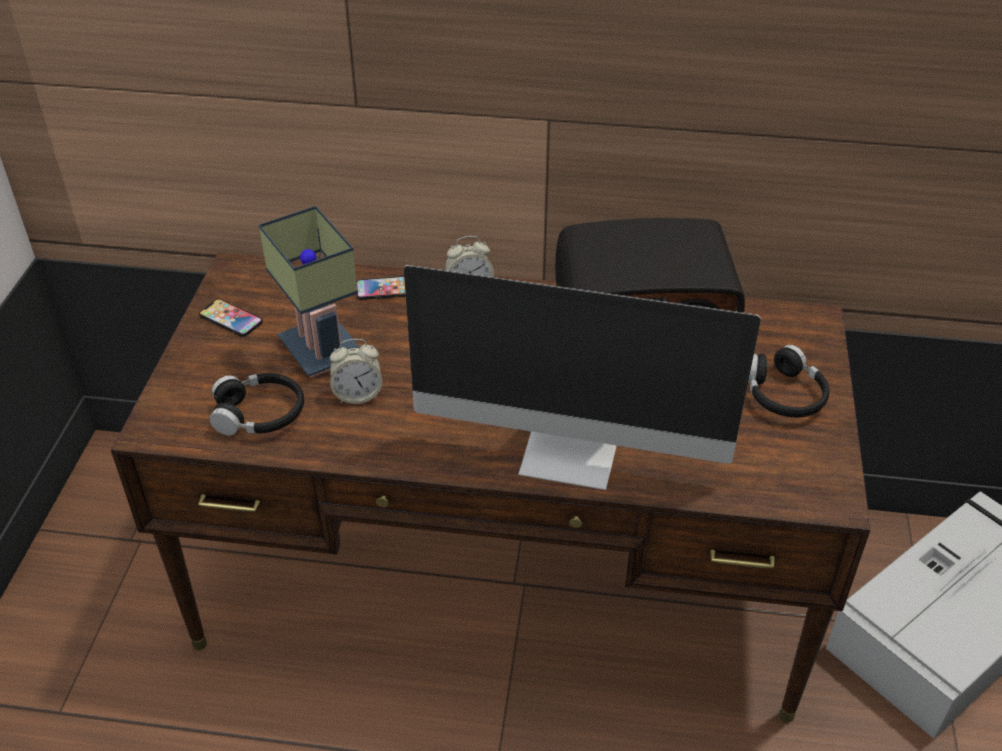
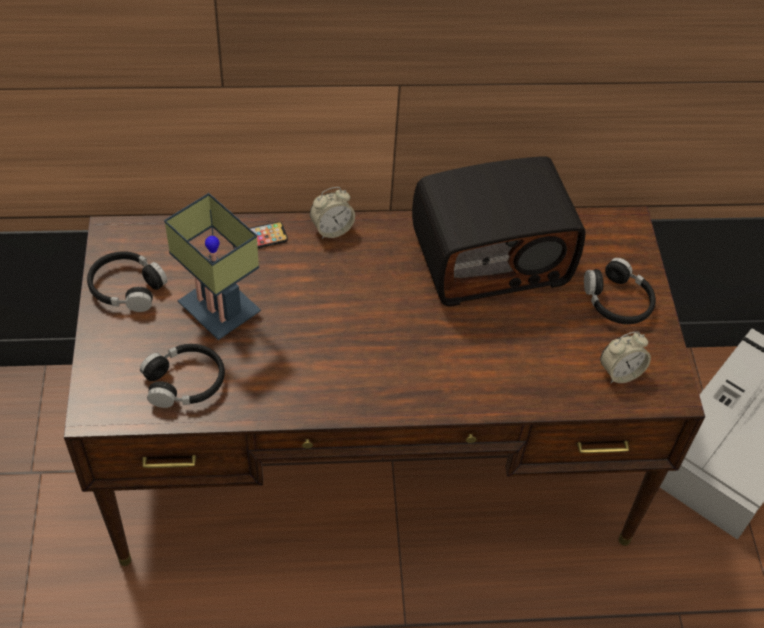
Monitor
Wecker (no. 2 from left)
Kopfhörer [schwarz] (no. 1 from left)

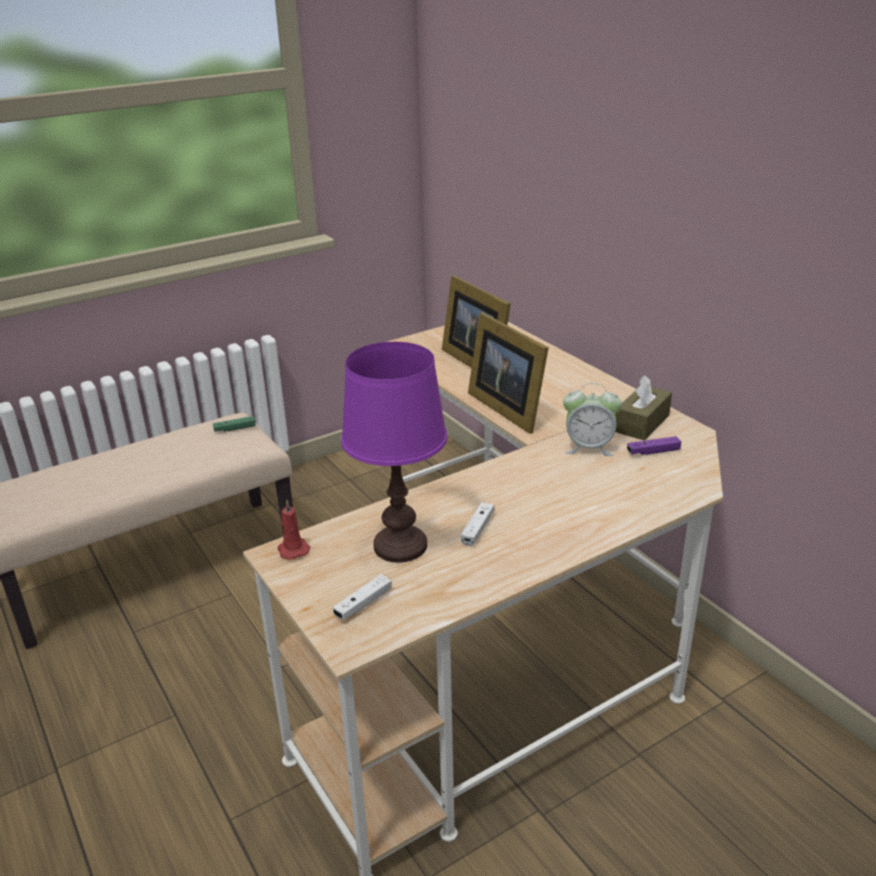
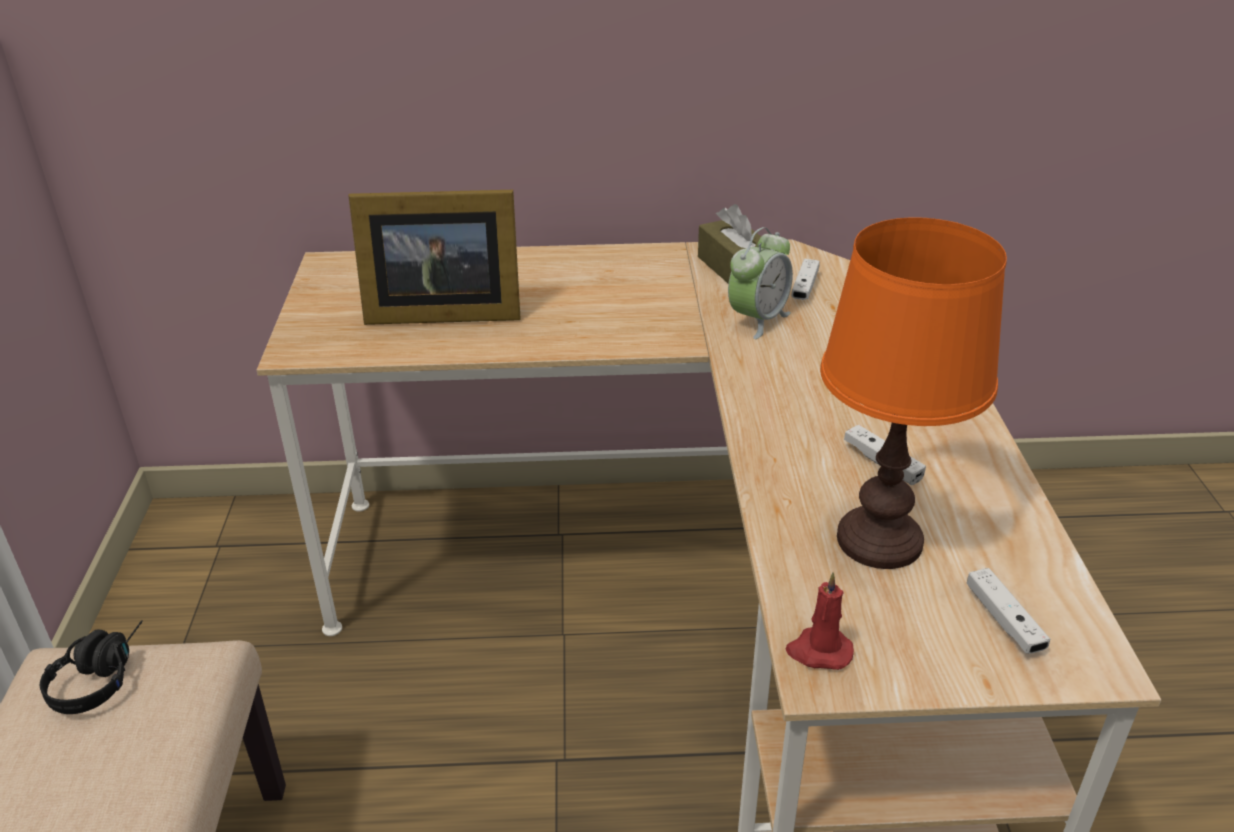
Bilderrahmen (no. 2 from left in the first image)
Kopfhörer [schwarz]
Tischlampe [orange]
Gamepad [weiß] (no. 1 from left)

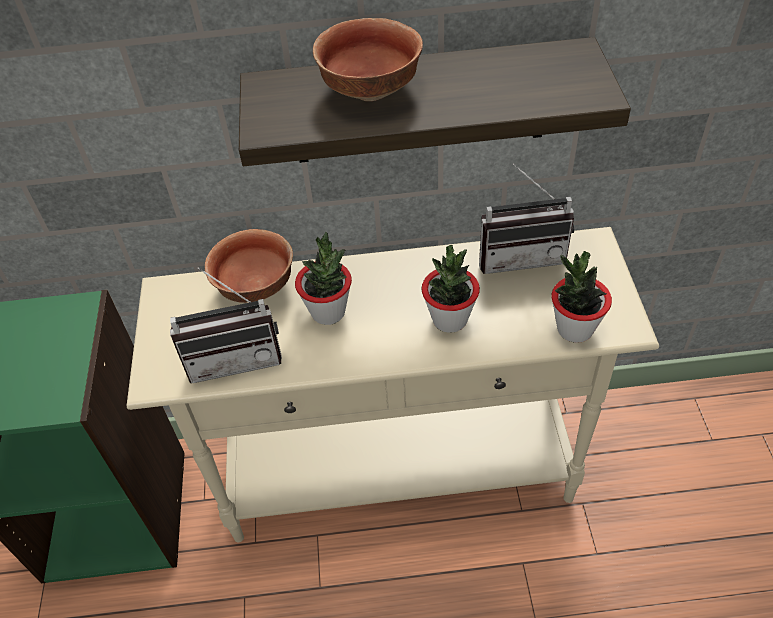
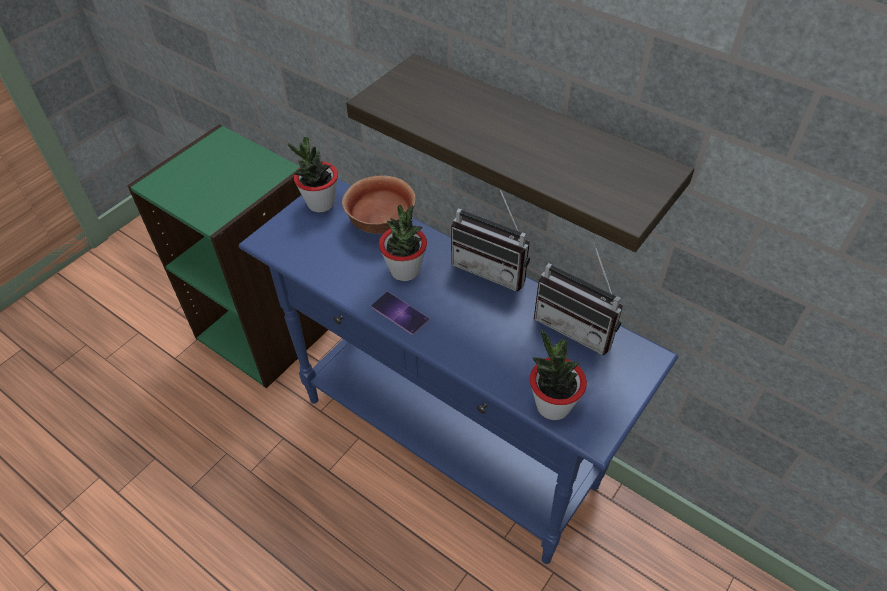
Schüssel (no. 2 from left in the first image)
Handy
Radio (no. 1 from left)
Topfpflanze (no. 1 from left)
Konsolentisch [blau]

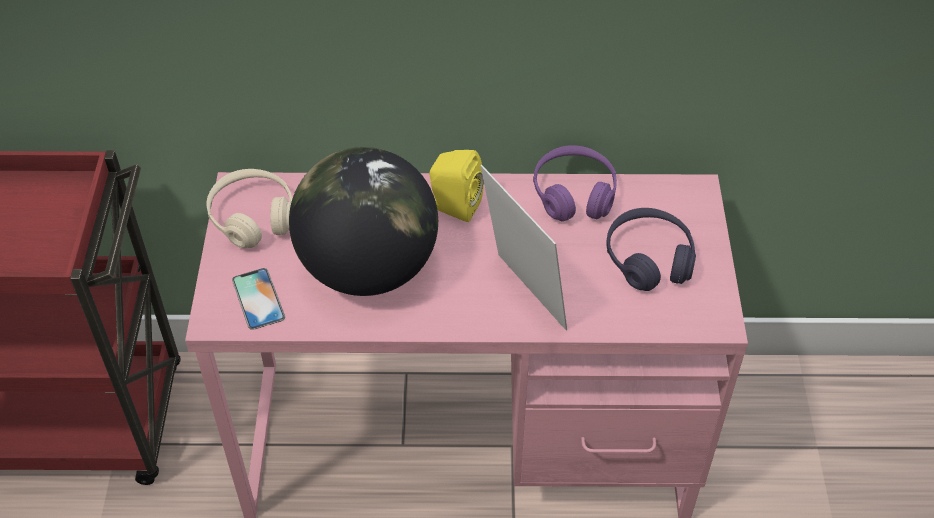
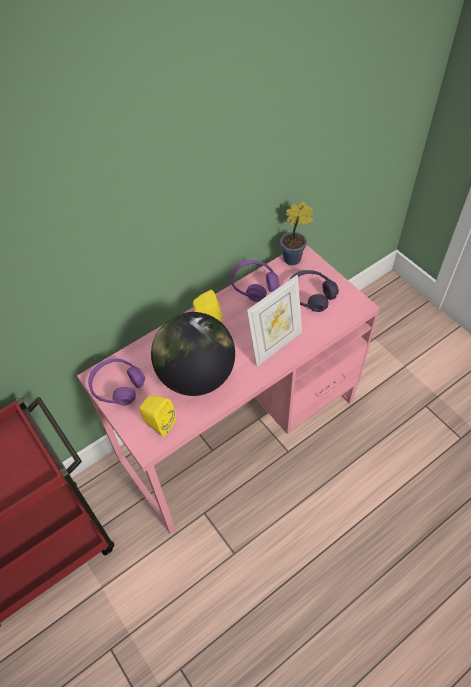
Topfpflanze
Lautsprecher [gelb] (no. 1 from left)
Kopfhörer [lila] (no. 1 from left)
Bilderrahmen

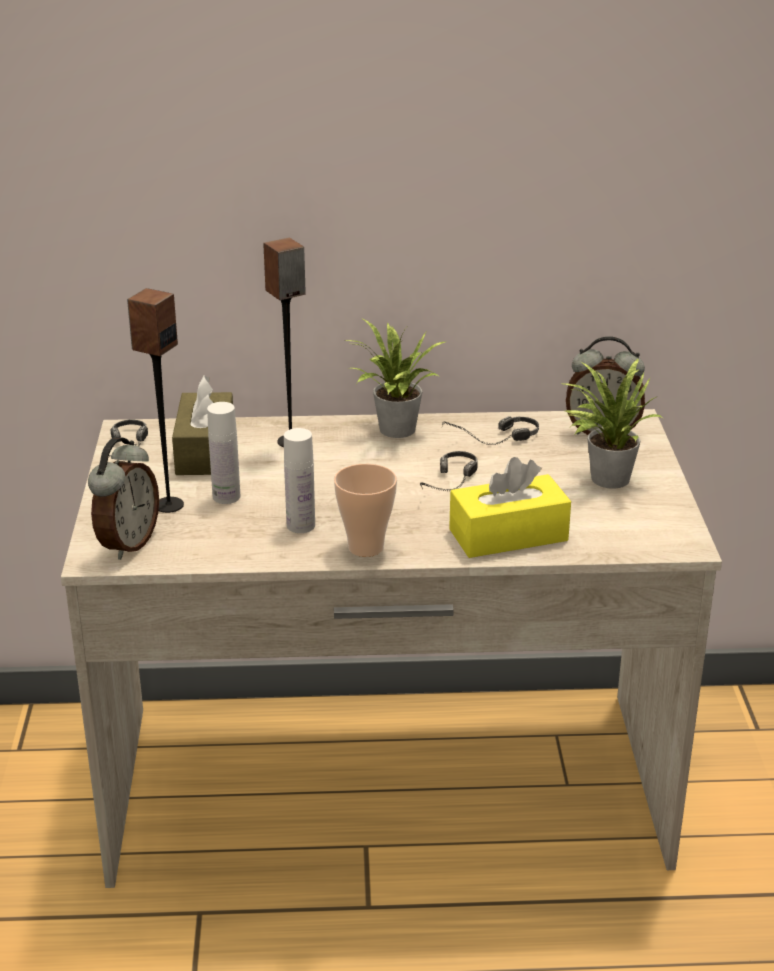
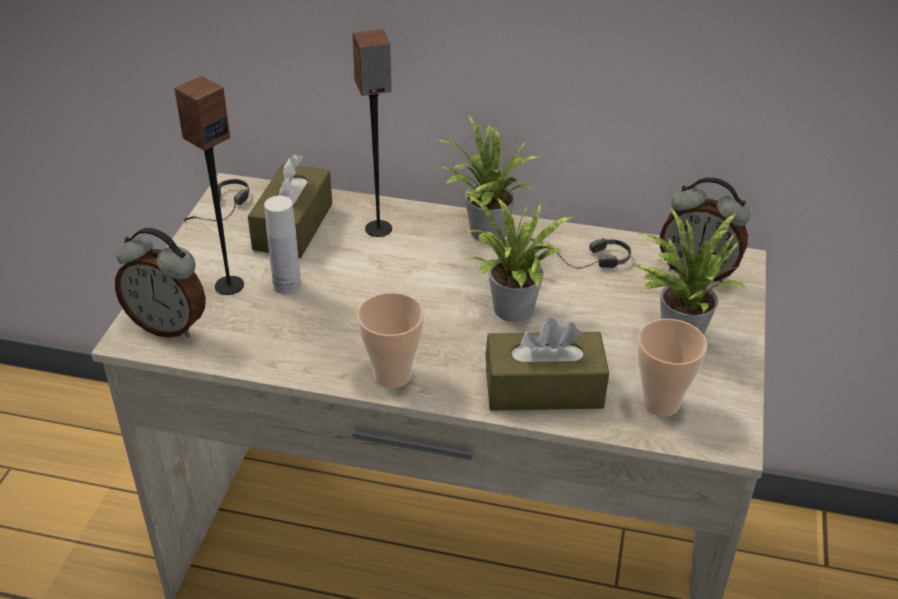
Flasche [weiß] (no. 2 from left in the first image)
Tasse (no. 2 from left)
Topfpflanze (no. 2 from left)
Taschentuchbox [braun] (no. 2 from left)
Wecker (no. 1 from left)

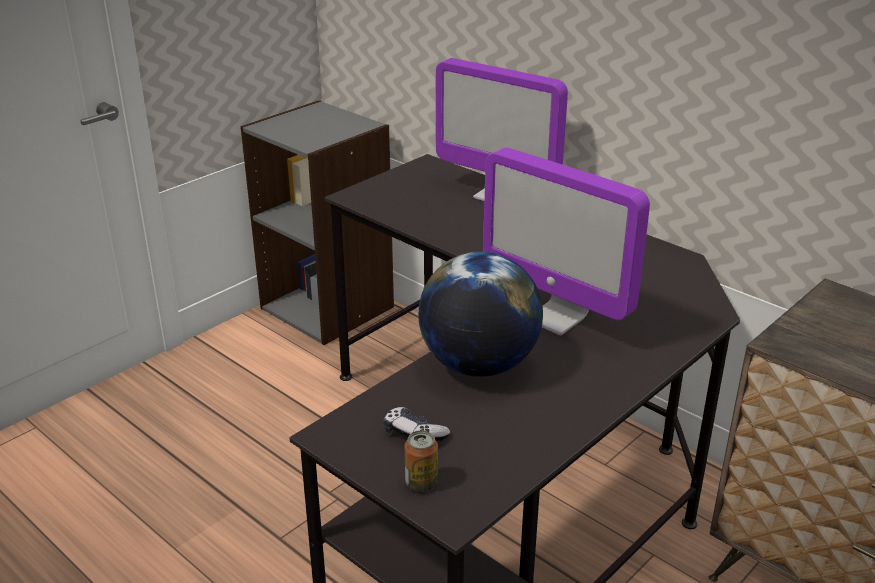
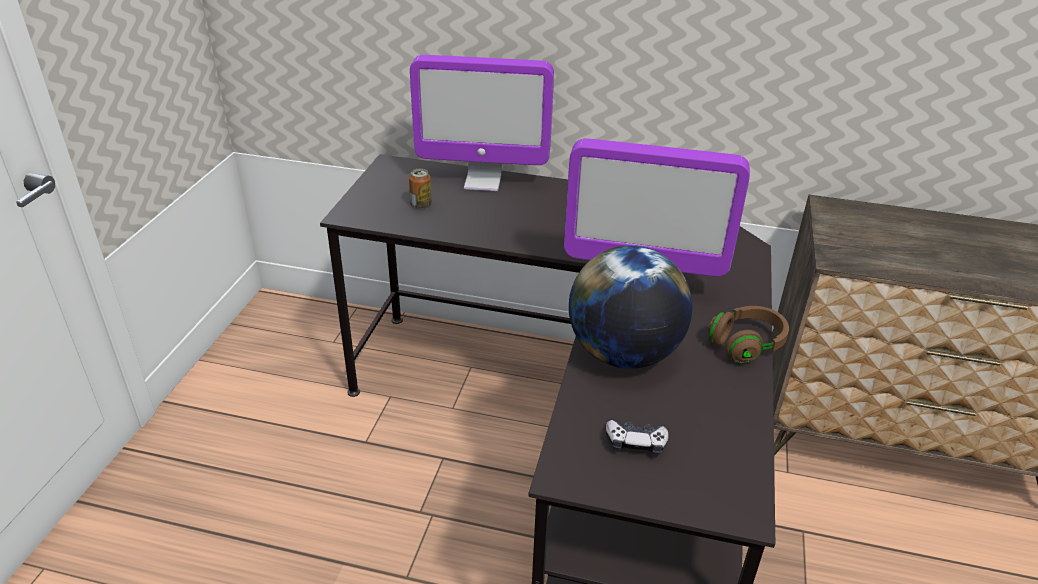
Bücherregal [grau]
Kopfhörer [braun]
Dose

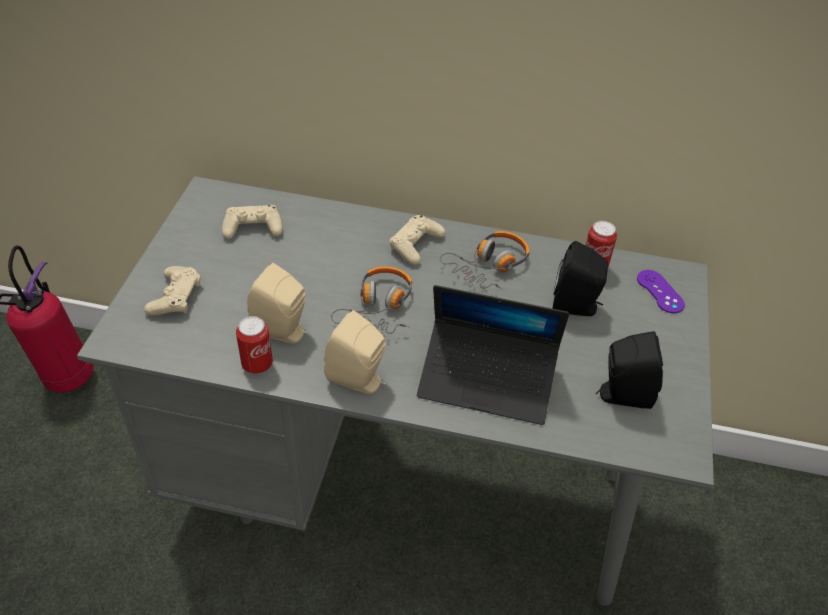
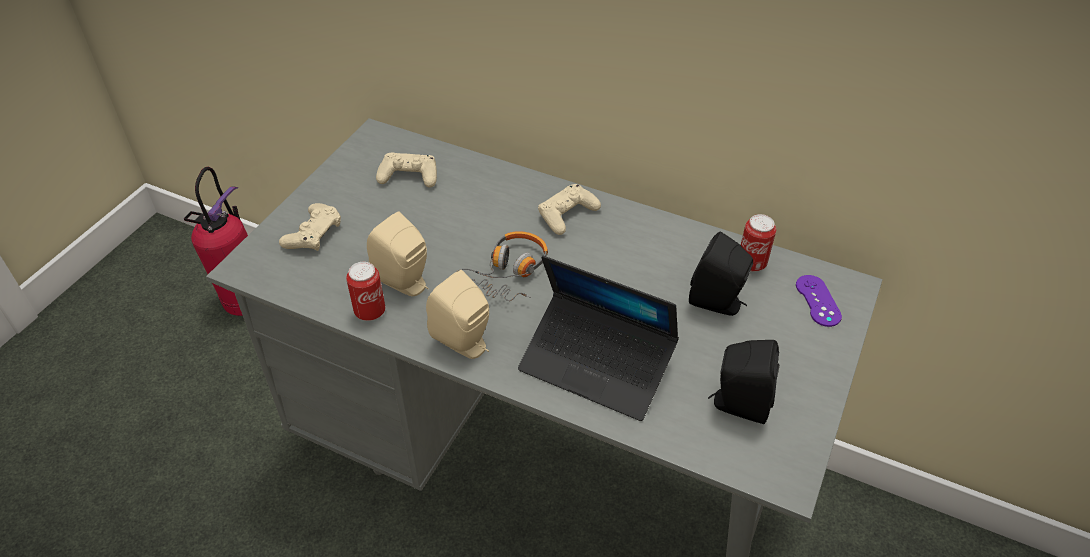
Kopfhörer (no. 2 from left in the first image)

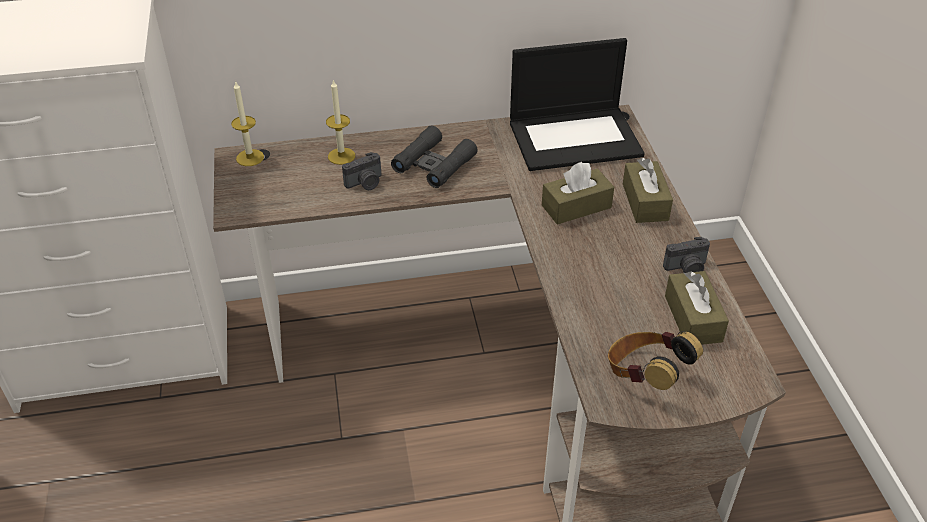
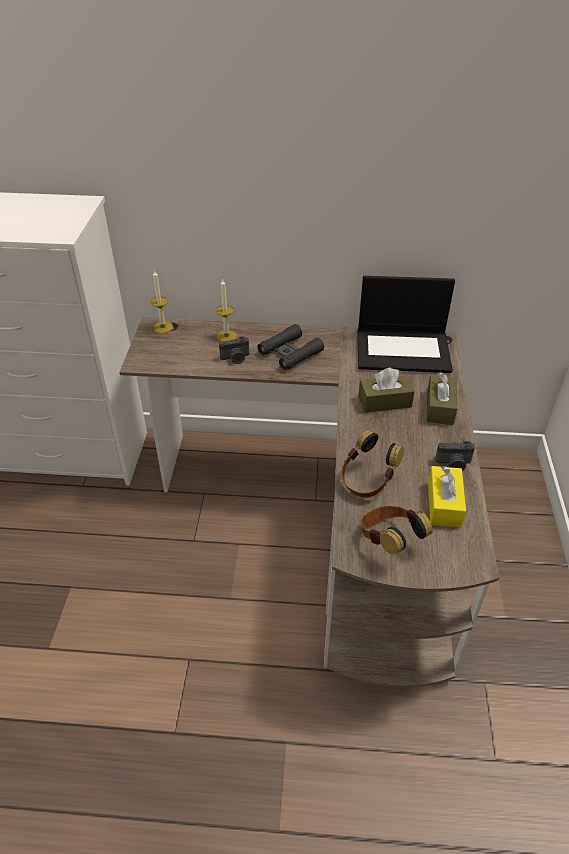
Kopfhörer (no. 1 from left)
Taschentuchbox [gelb]

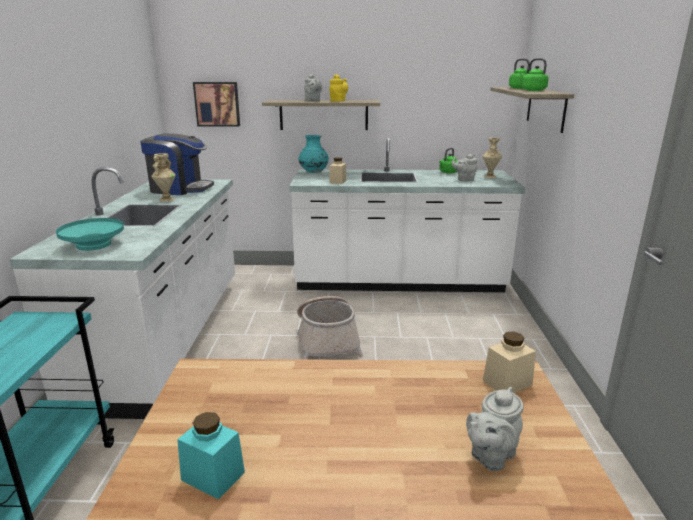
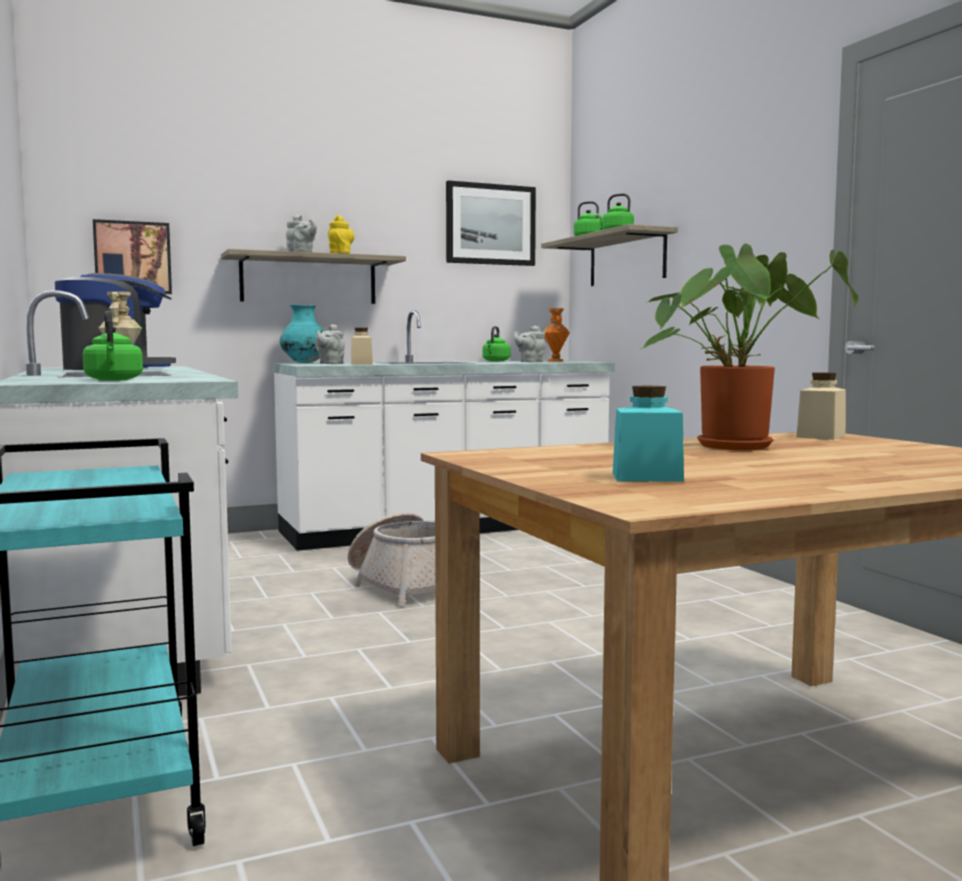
Bild (no. 2 from left)
Topfpflanze
Teekanne [grau] (no. 2 from left)
Wasserkessel [grün] (no. 1 from left)
Vase [orange]

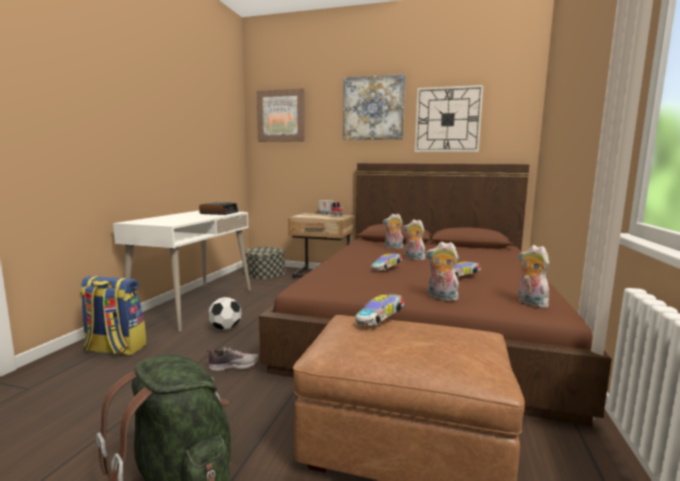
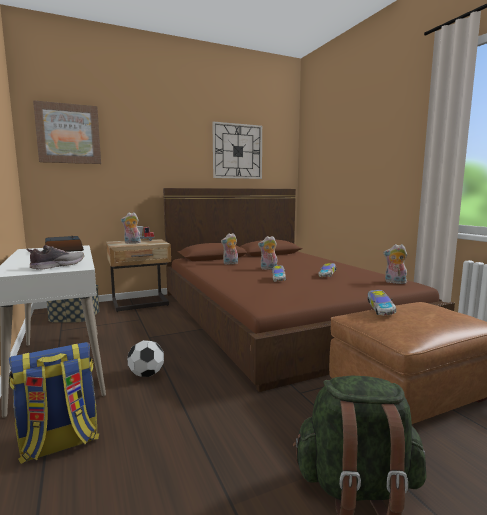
Bild (no. 2 from left in the first image)
Schuh
Plüschtier (no. 1 from left)

